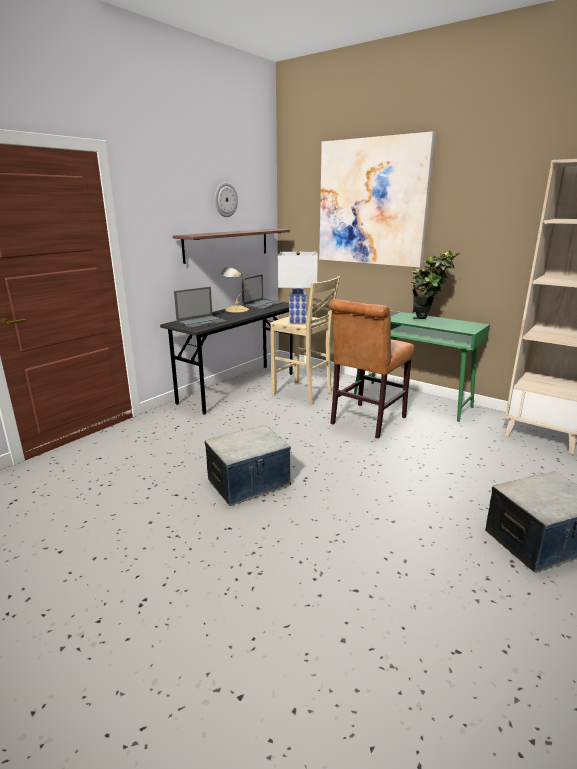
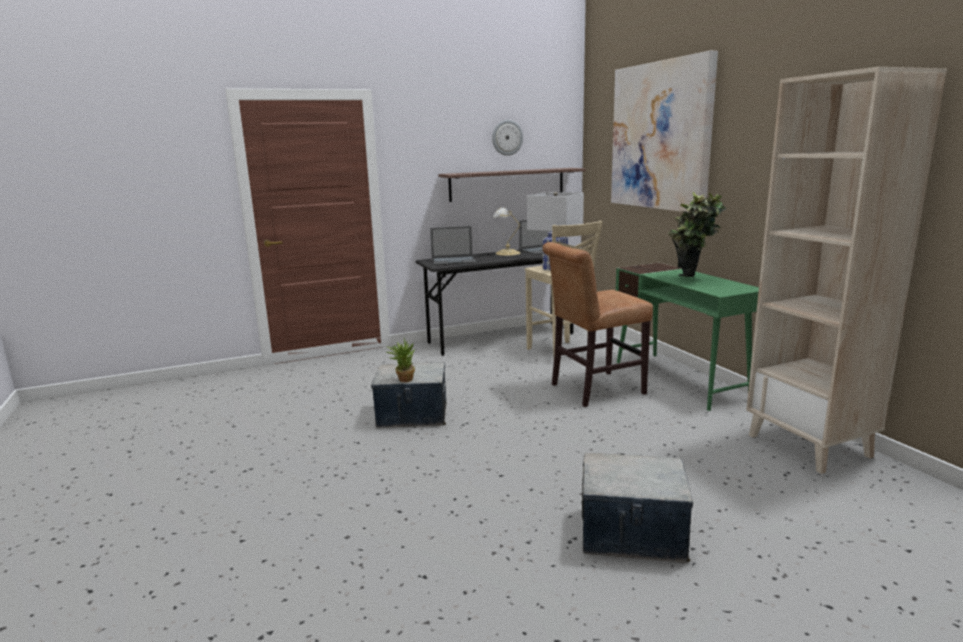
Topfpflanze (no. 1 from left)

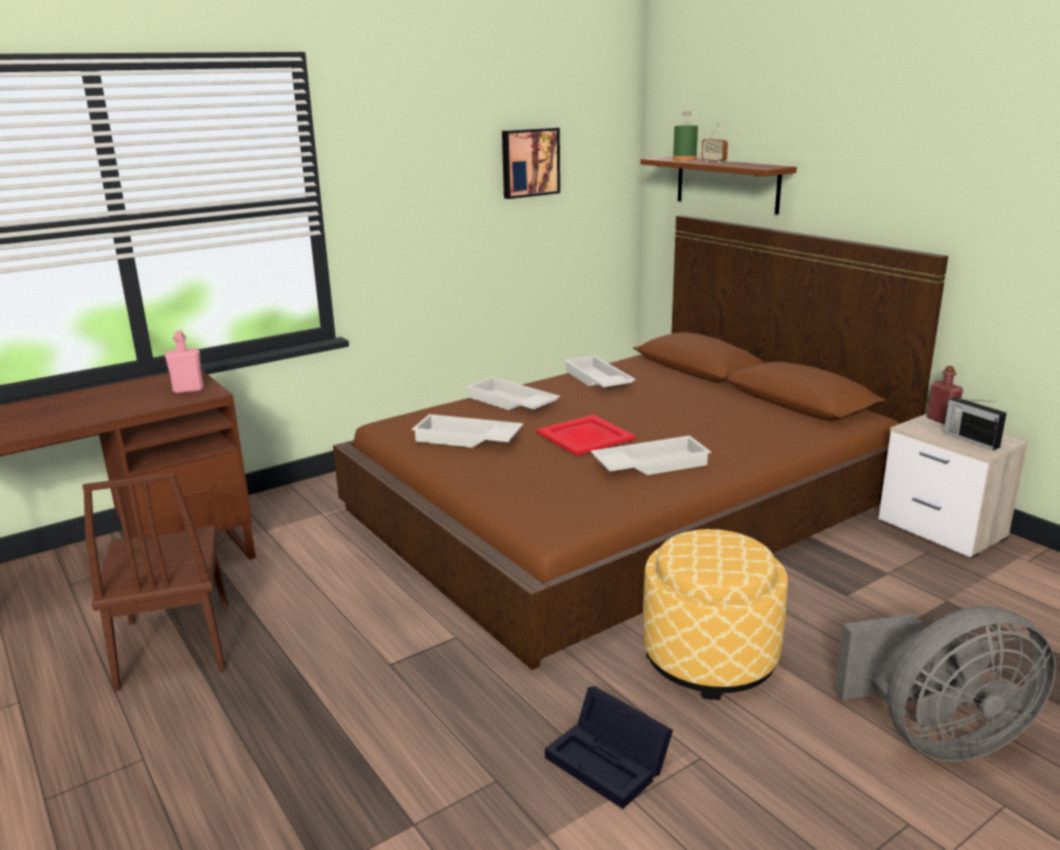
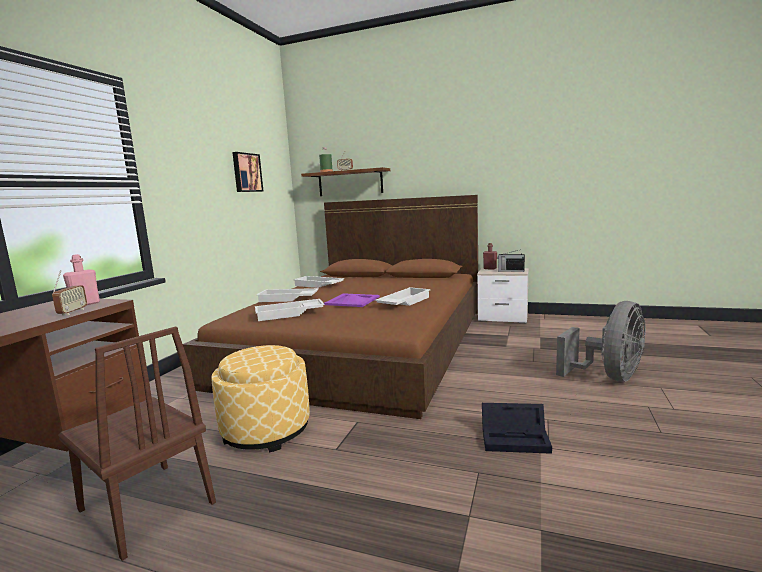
Radio (no. 1 from left)
Polsterhocker
Tablett [lila]

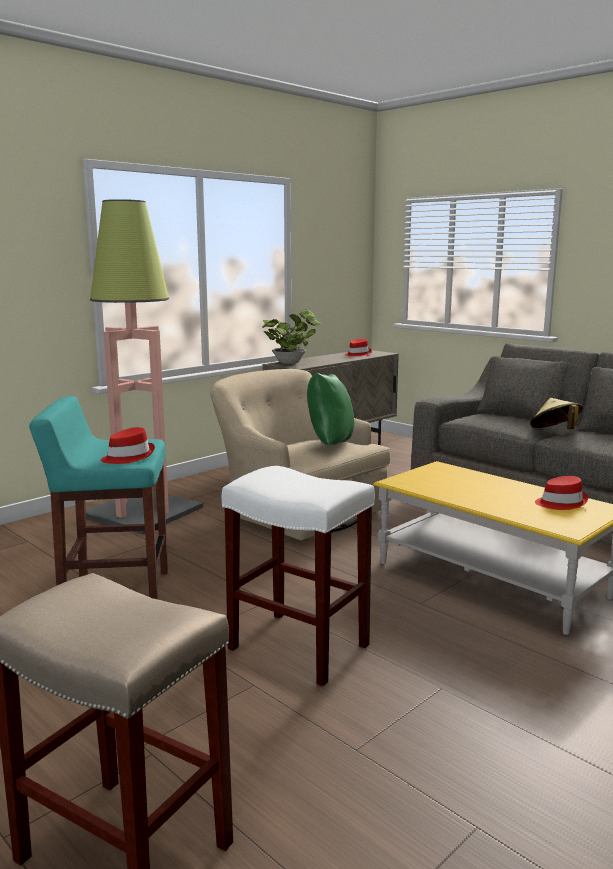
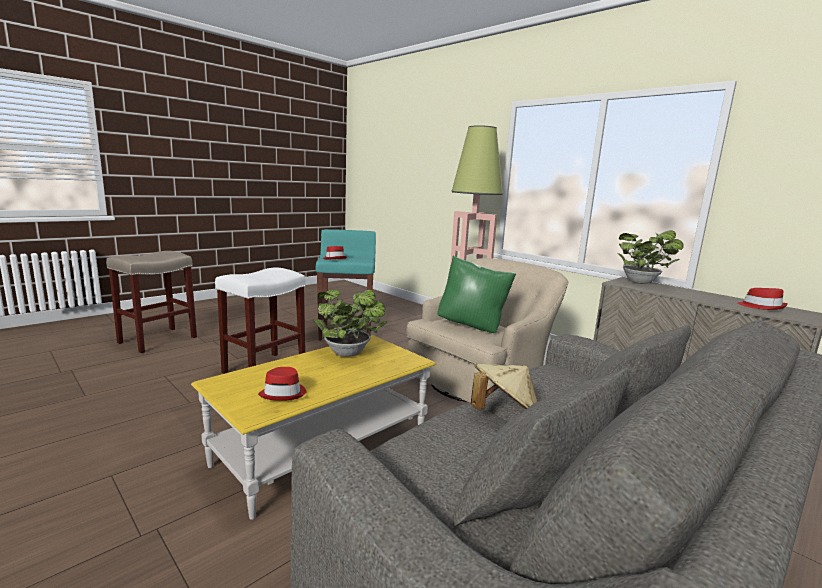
Topfpflanze (no. 1 from left)

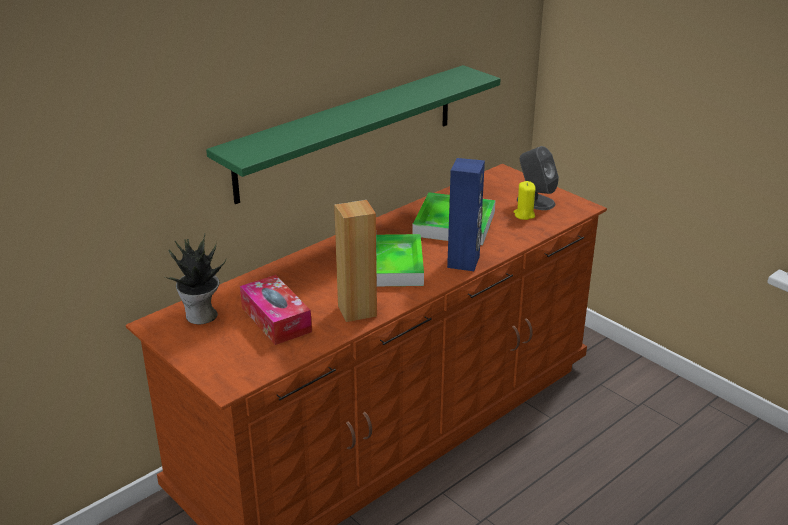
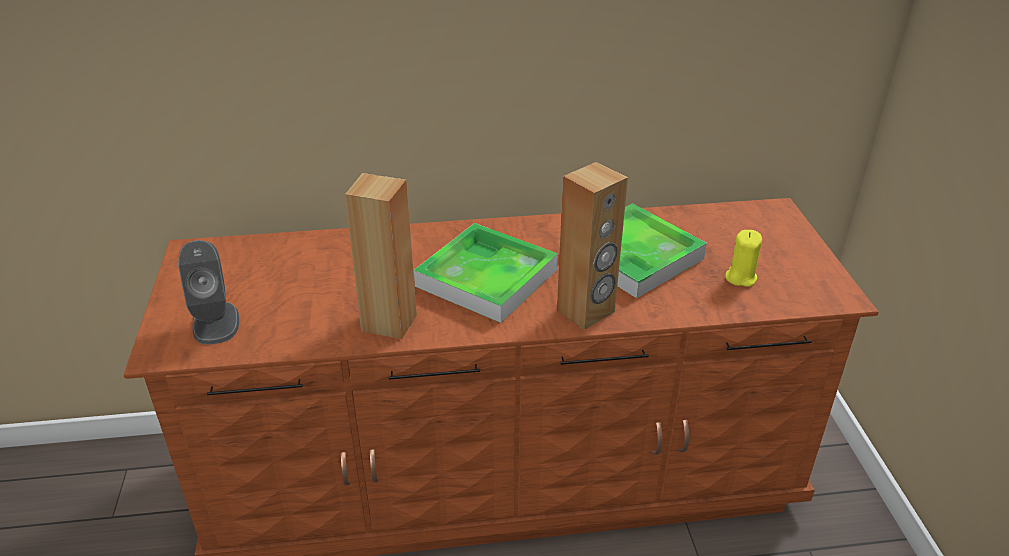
Topfpflanze
Wandregal [grün]
Taschentuchbox
Lautsprecher [grau]
Lautsprecher [braun] (no. 2 from left)

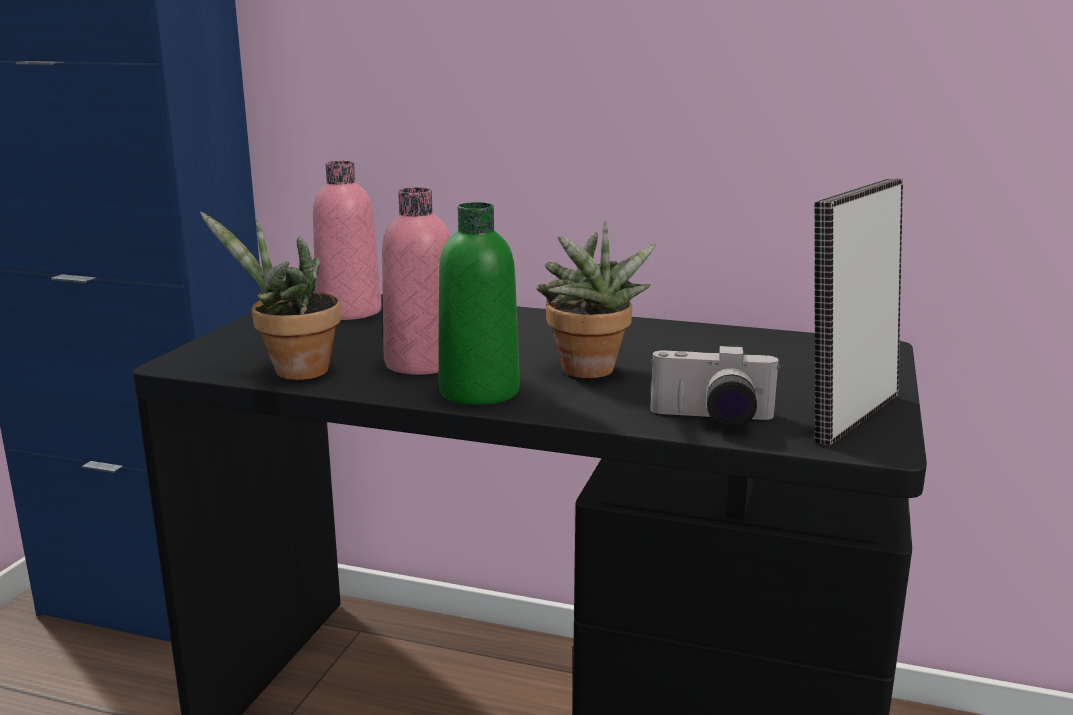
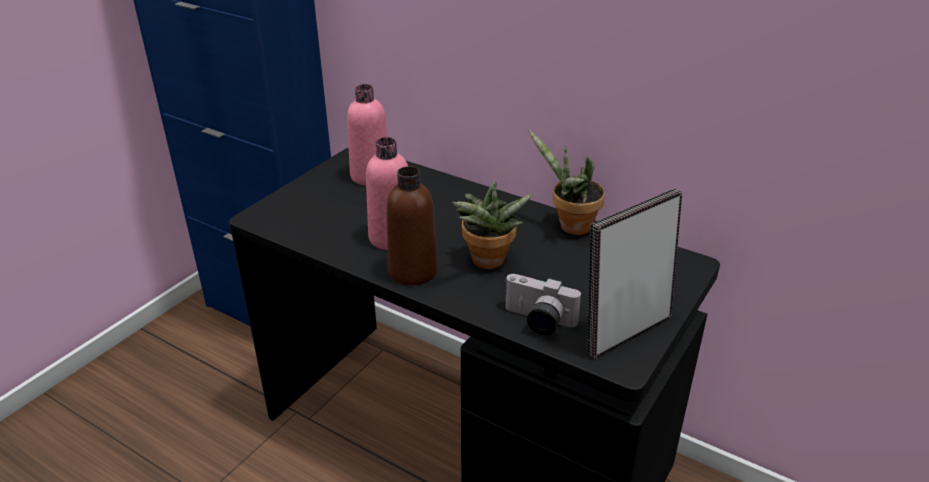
Topfpflanze (no. 2 from left)
Flasche [braun]

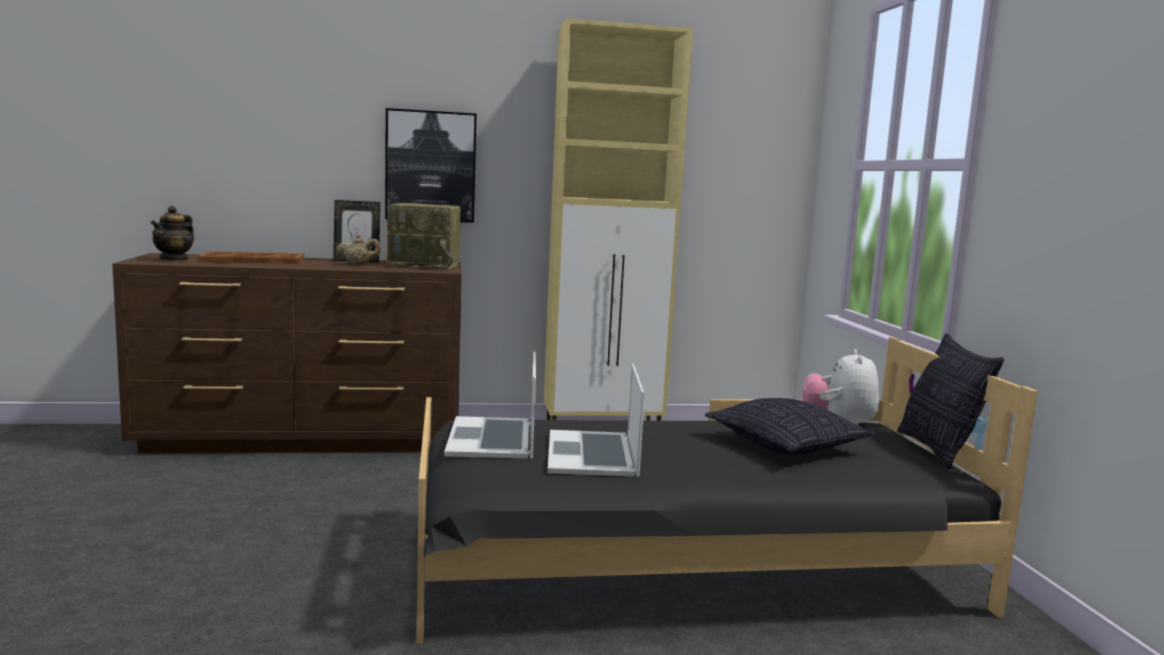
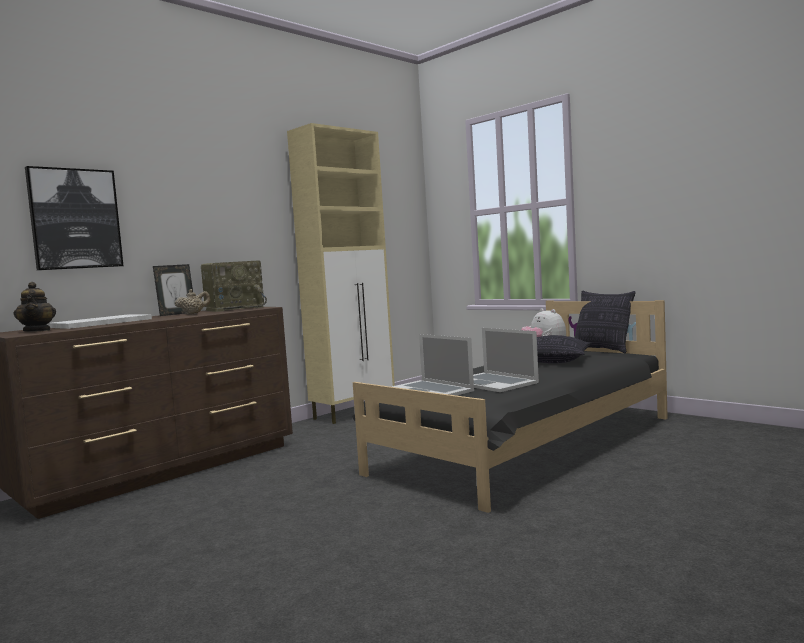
Bild
Tablett [weiß]

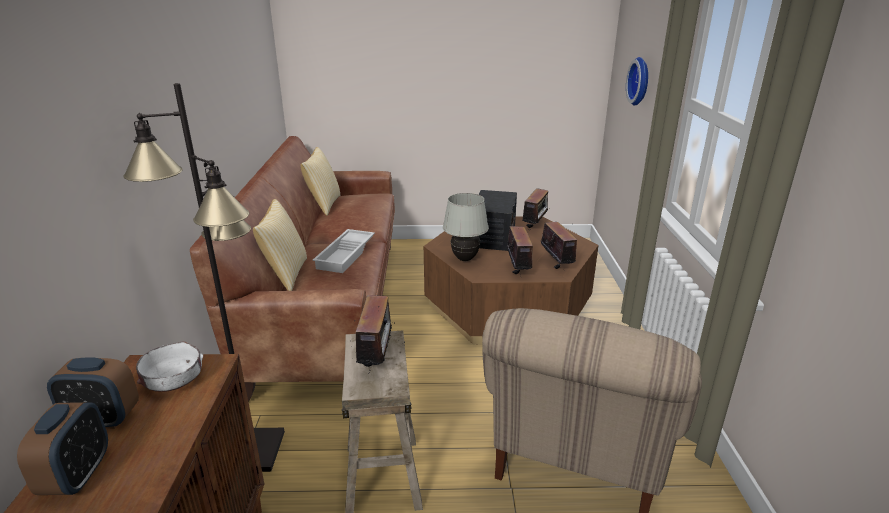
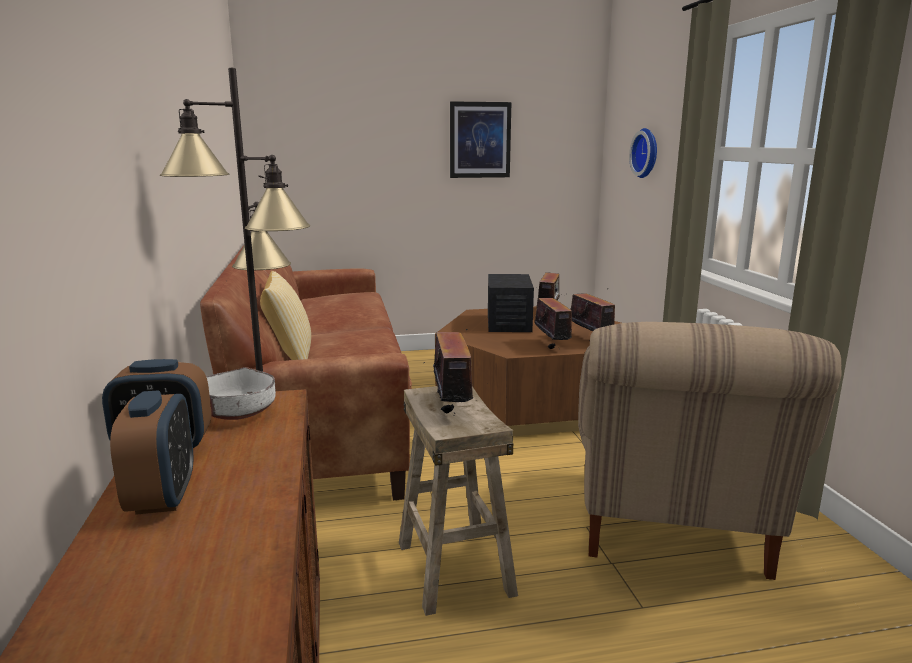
Kissen (no. 2 from left in the first image)
Tablett [weiß]
Tischlampe [weiß]
Bild

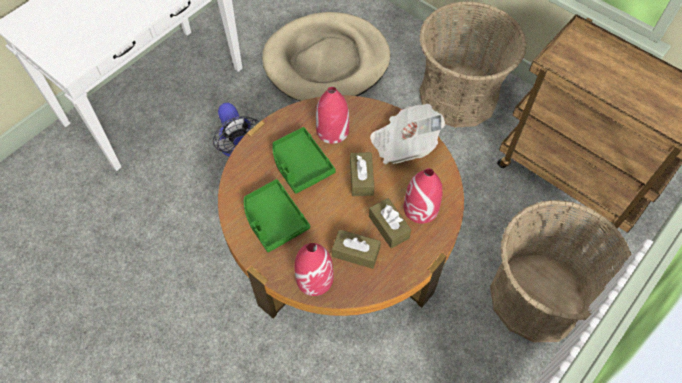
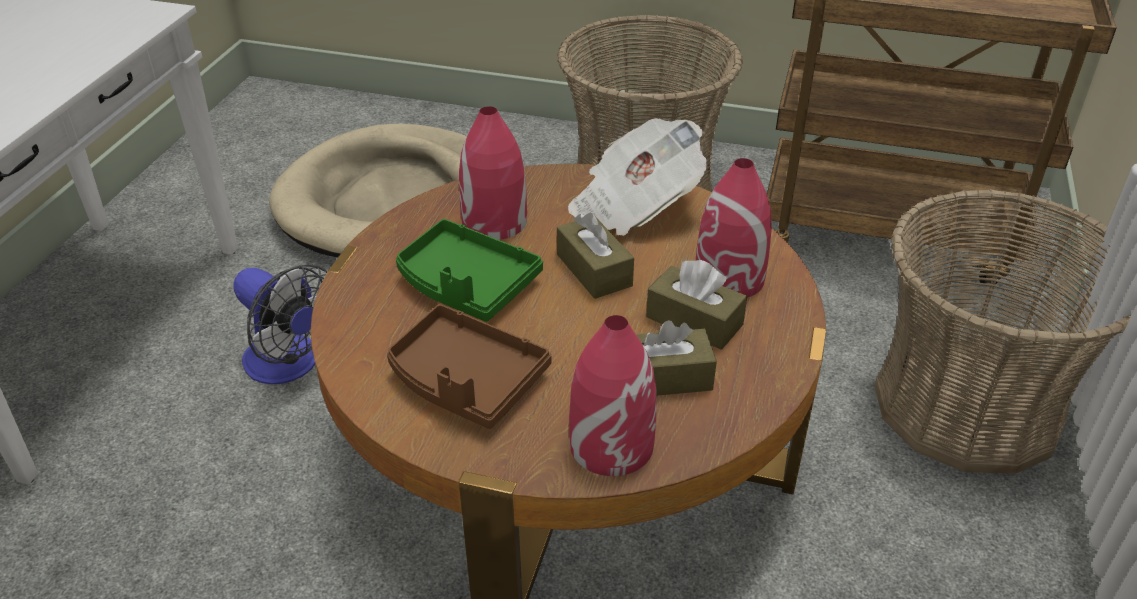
Tablett [braun]

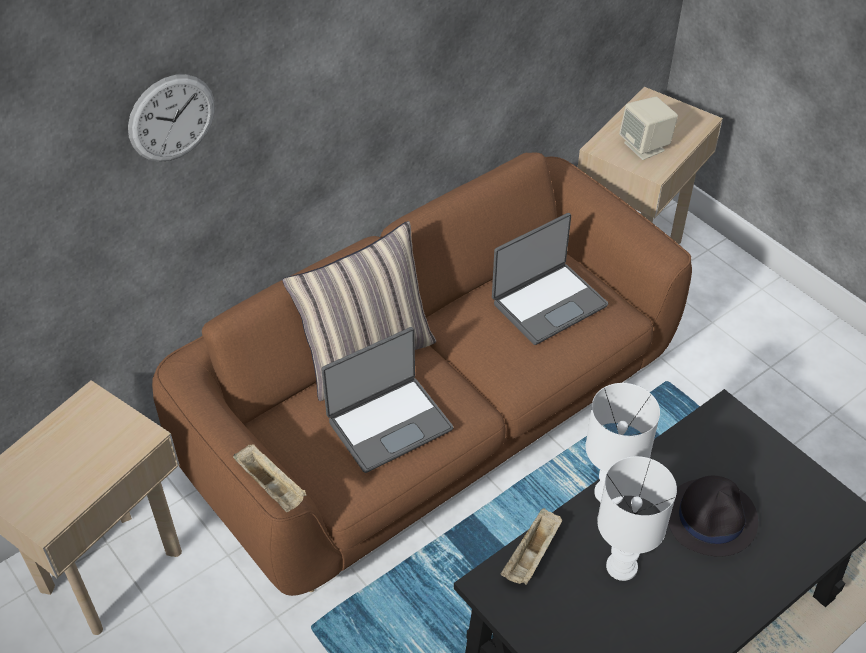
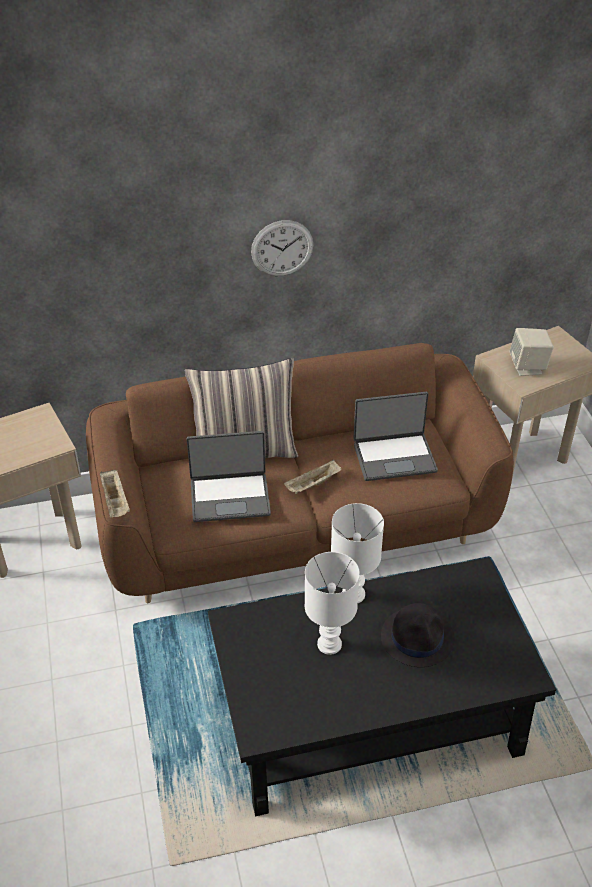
Wanduhr
Tablett [beige] (no. 2 from left)

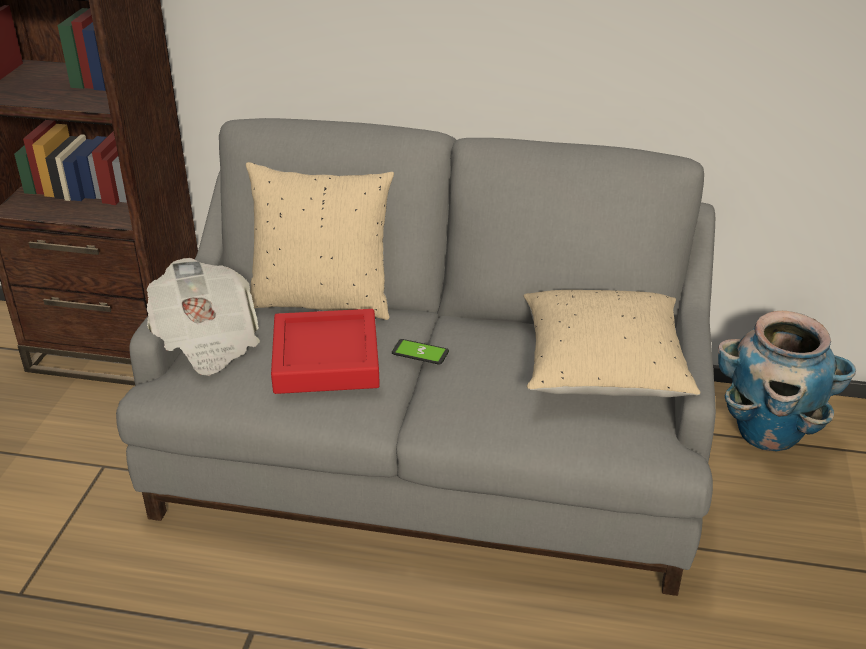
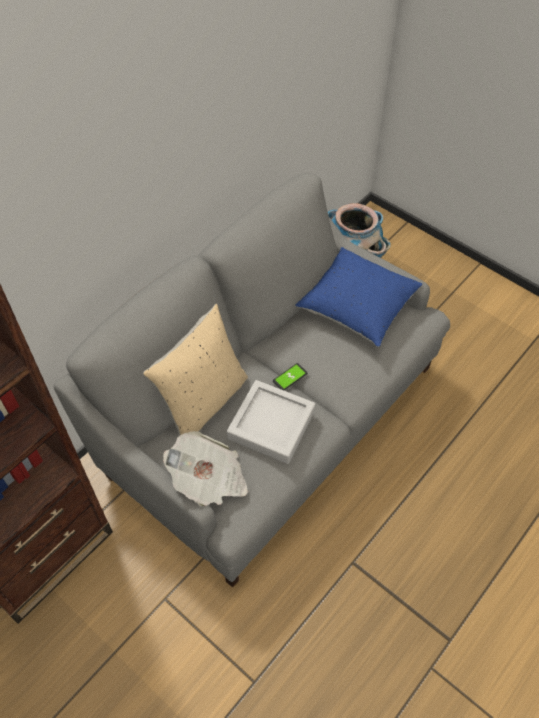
Tablett [grau]
Kissen [blau]

